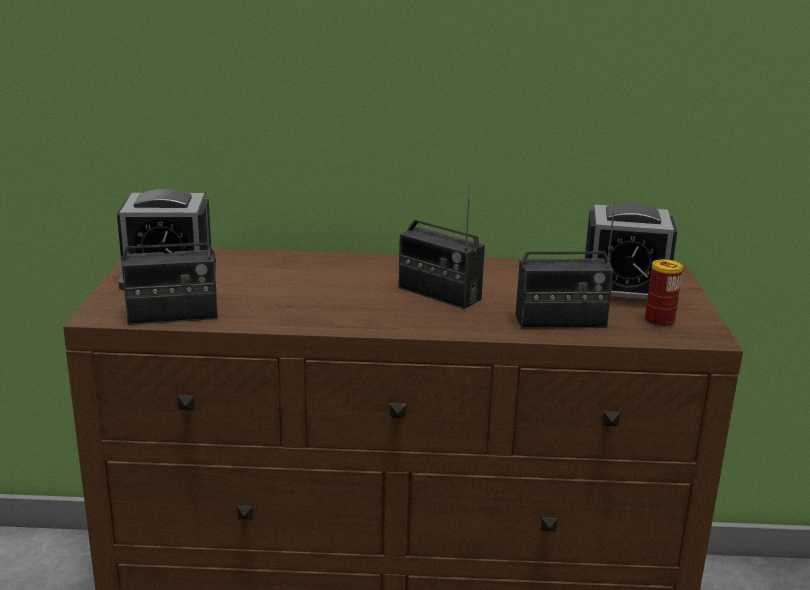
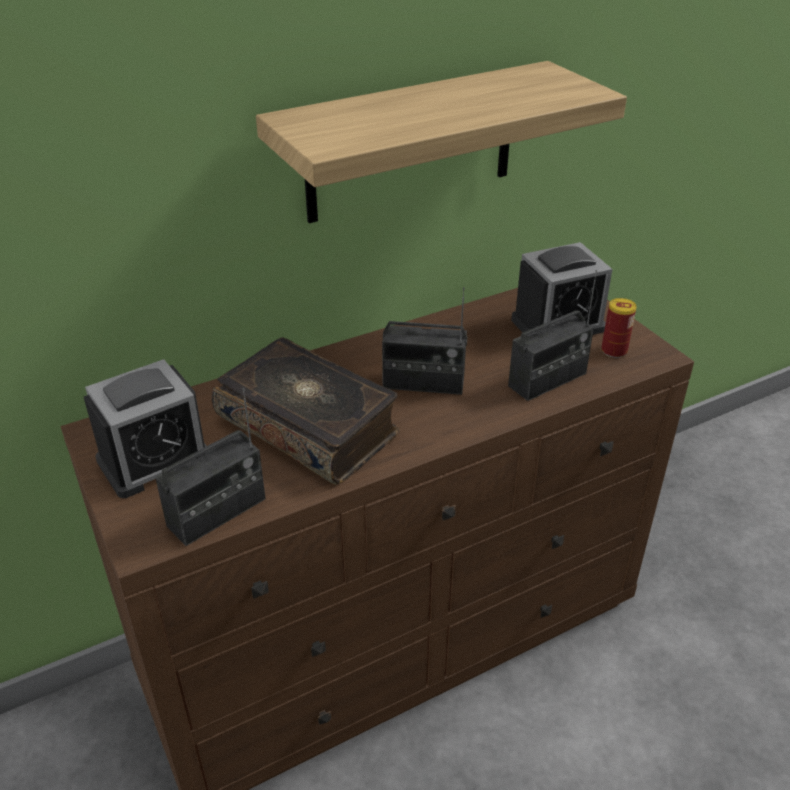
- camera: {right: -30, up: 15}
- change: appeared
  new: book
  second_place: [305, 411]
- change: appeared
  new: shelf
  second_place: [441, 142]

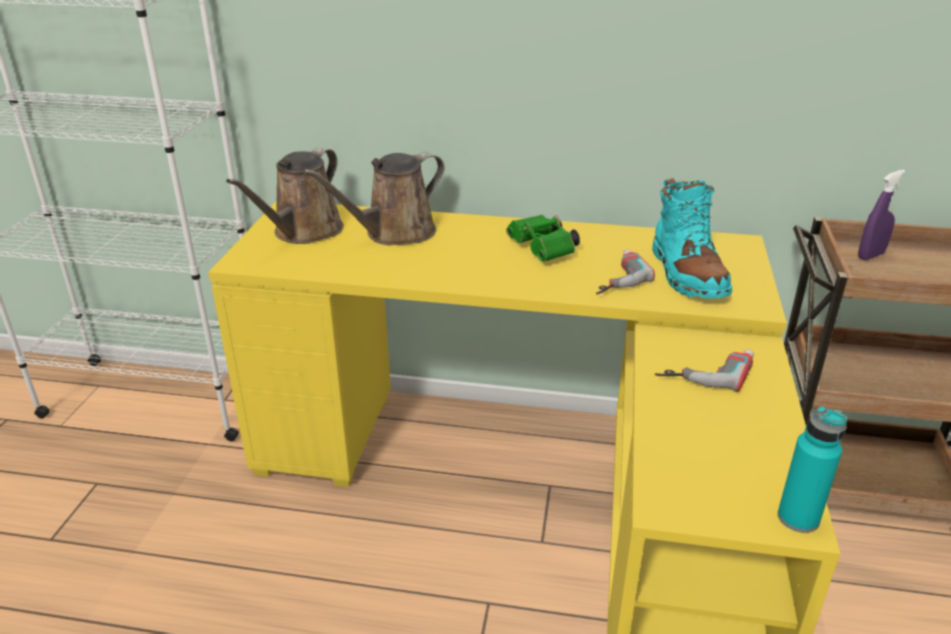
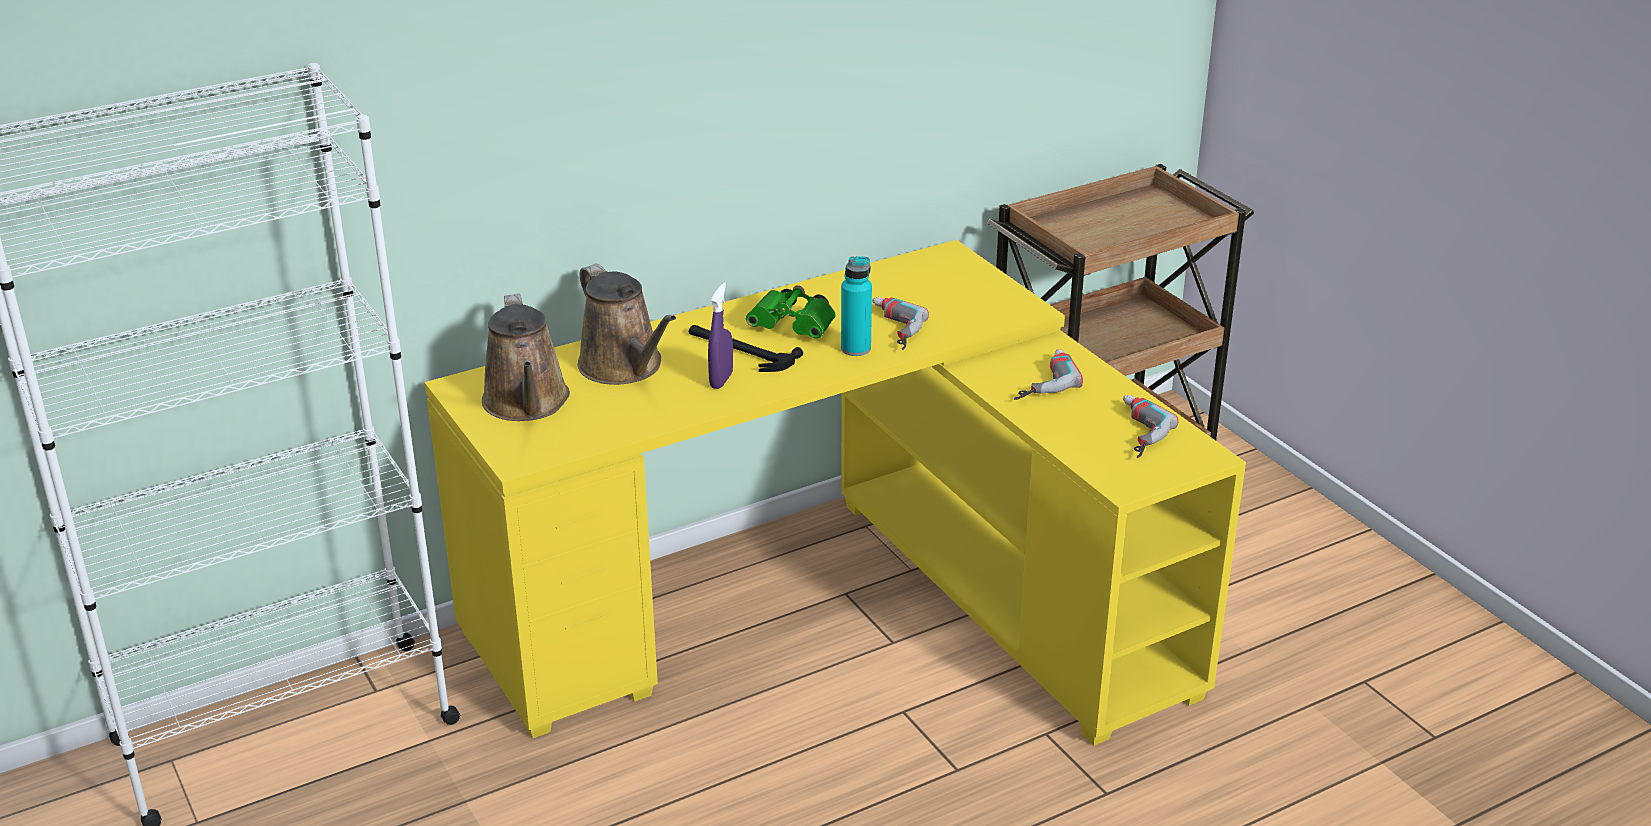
- camera: {right: -40, up: 0}
- change: spun
  old: watering can/brown
  first_place: [373, 199]
  second_place: [627, 324]
  degrees: -45
- change: appeared
  new: hammer
  second_place: [746, 348]
- change: relocated
  old: spray bottle/purple
  first_place: [881, 215]
  second_place: [720, 336]
- change: relocated
  old: bottle/turquoise
  first_place: [813, 469]
  second_place: [856, 306]
- change: appeared
  new: power drill
  second_place: [1150, 426]
- change: missing
  old: boot/turquoise
  first_place: [692, 238]

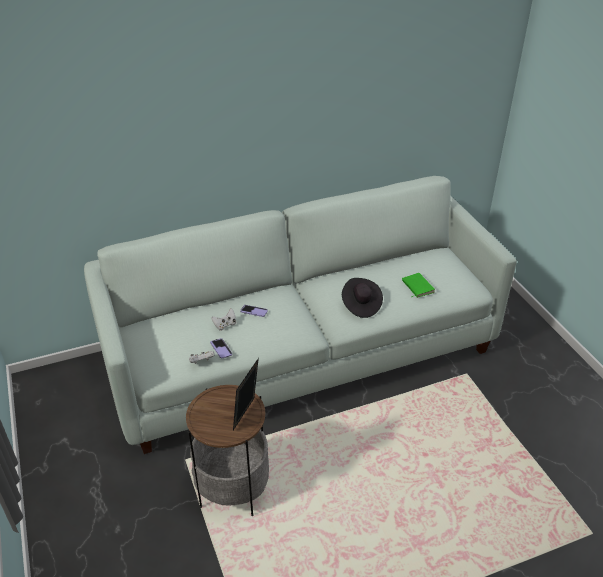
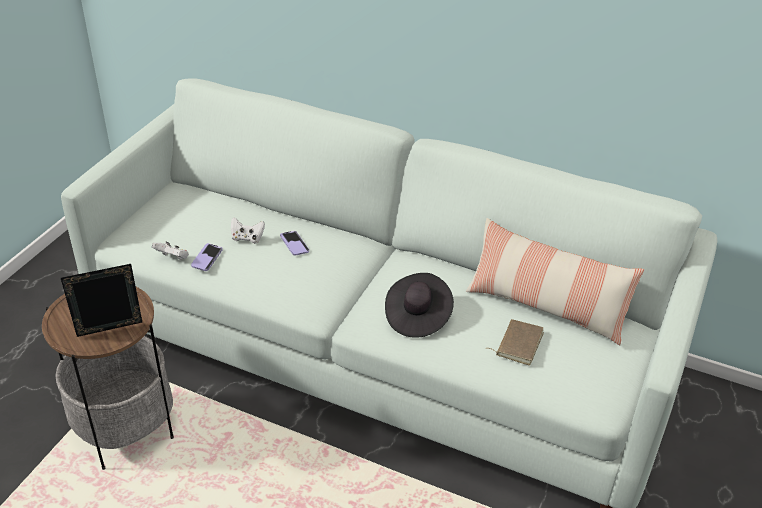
- camera: {right: 45, up: 0}
- change: appeared
  new: pillow
  second_place: [555, 282]
- change: colour
  old: book/green
  new: book/brown
  first_place: [418, 285]
  second_place: [516, 342]

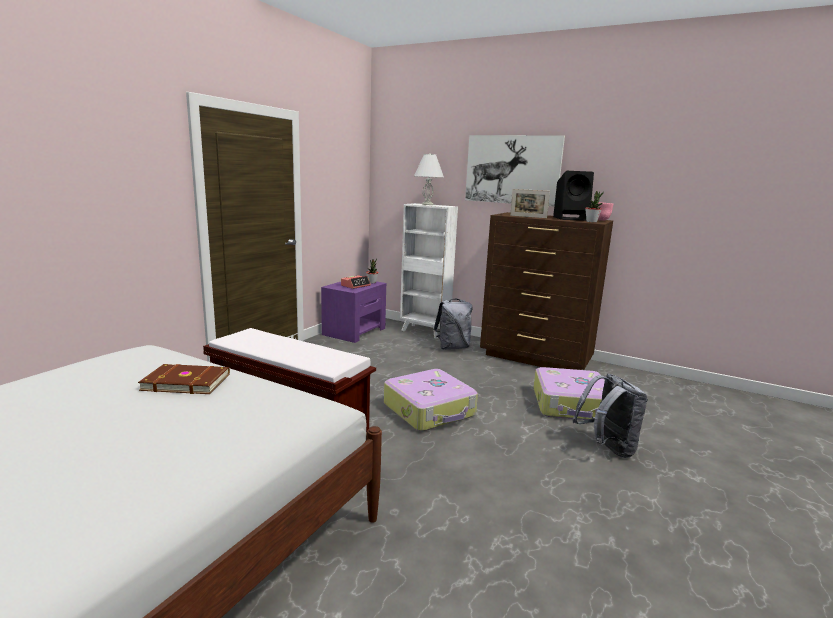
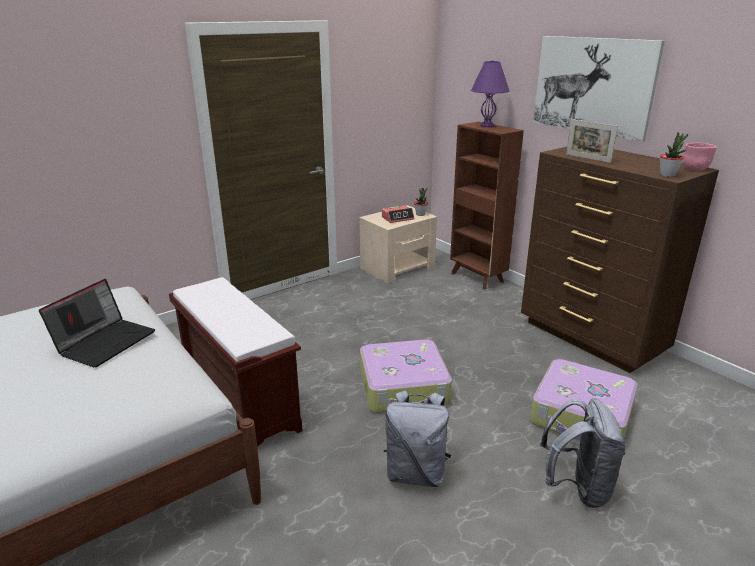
- camera: {right: 25, up: 10}
- change: exchanged
  old: book/brown
  new: laptop
  first_place: [184, 379]
  second_place: [97, 323]
- change: colour
  old: nightstand/purple
  new: nightstand/beige
  first_place: [353, 312]
  second_place: [398, 244]
- change: relocated
  old: backpack/grey
  first_place: [452, 324]
  second_place: [417, 438]
- change: colour
  old: bookcase/white
  new: bookcase/brown
  first_place: [429, 270]
  second_place: [487, 206]
- change: colour
  old: table lamp/white
  new: table lamp/purple
  first_place: [429, 179]
  second_place: [490, 93]
- change: missing
  old: speaker/black
  first_place: [573, 196]

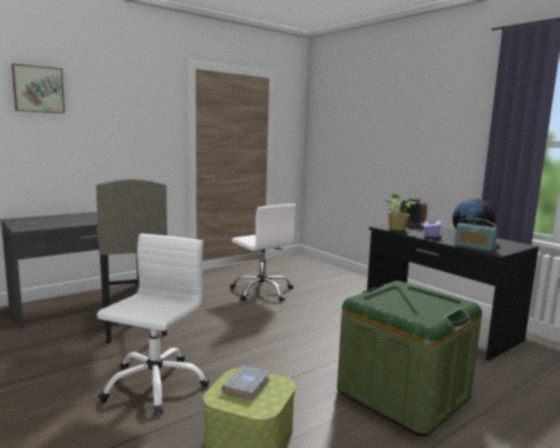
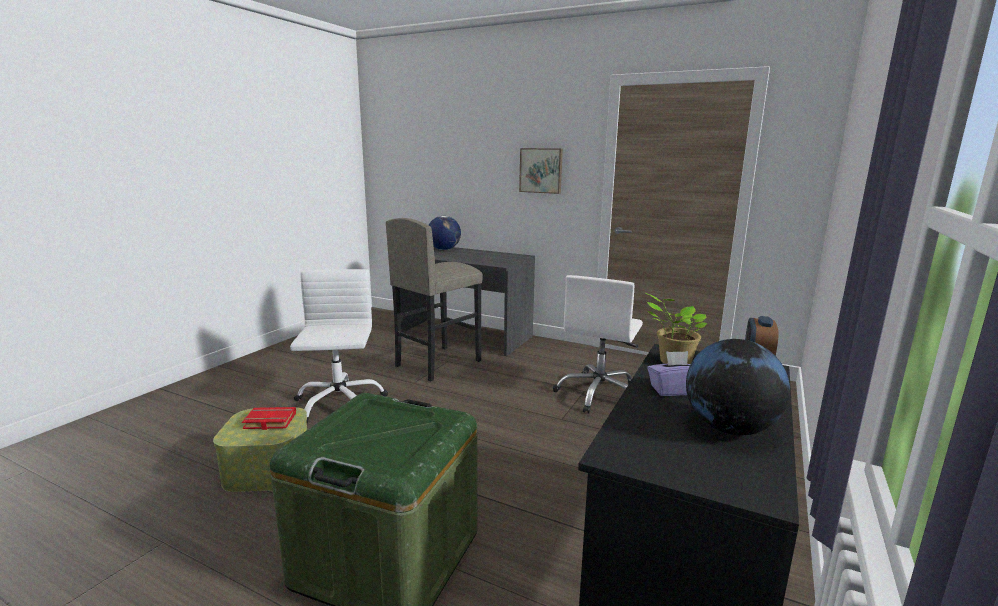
- camera: {right: 65, up: 5}
- change: colour
  old: book/grey
  new: book/red
  first_place: [245, 383]
  second_place: [269, 418]
- change: spun
  old: office chair/white
  first_place: [153, 324]
  second_place: [339, 346]
  degrees: -90
- change: appeared
  new: globe
  second_place: [445, 233]
- change: relocated
  old: picture
  first_place: [38, 88]
  second_place: [541, 171]
- change: missing
  old: radio
  first_place: [475, 234]

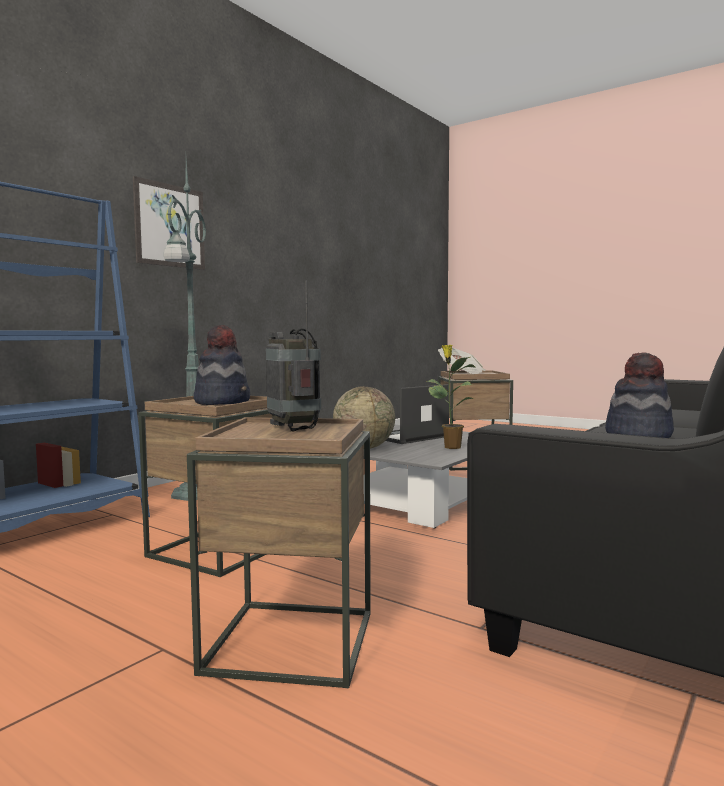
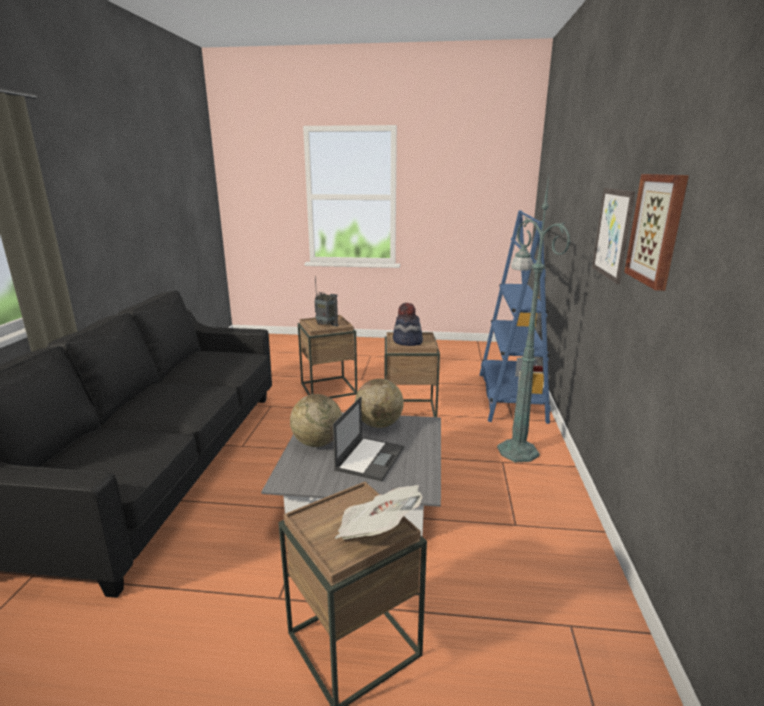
- camera: {right: 150, up: 15}
- change: exchanged
  old: potted plant
  new: globe
  first_place: [451, 397]
  second_place: [316, 420]
- change: appeared
  new: picture
  second_place: [656, 232]
- change: missing
  old: hat
  first_place: [639, 395]

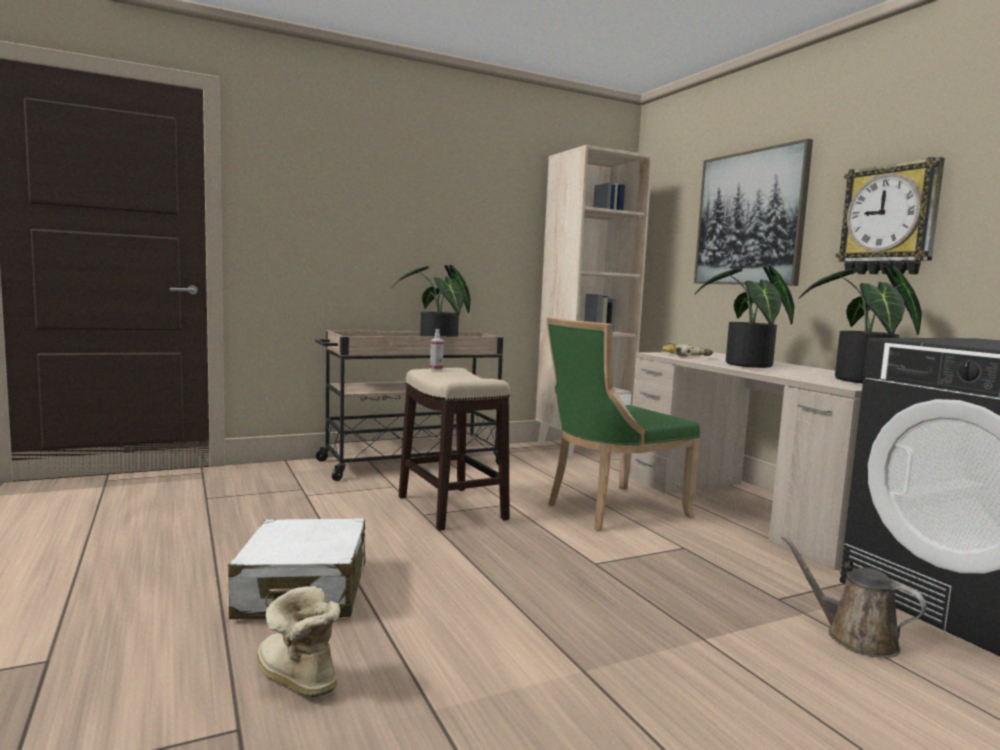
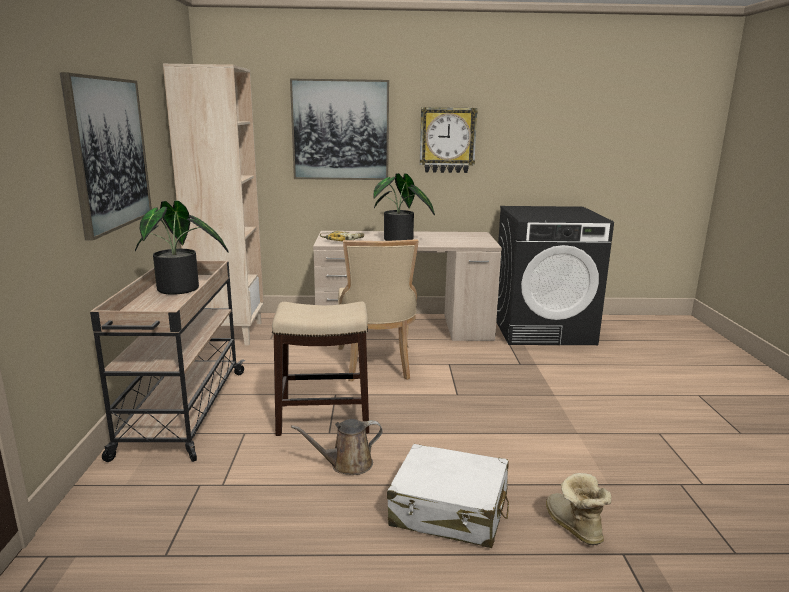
- camera: {right: -65, up: 10}
- change: appeared
  new: picture
  second_place: [106, 156]
- change: relocated
  old: watering can/brown
  first_place: [854, 596]
  second_place: [337, 447]
- change: colour
  old: chair/green
  new: chair/beige
  first_place: [623, 424]
  second_place: [378, 310]
- change: spun
  old: boot
  first_place: [298, 641]
  second_place: [578, 509]
  degrees: 90
- change: missing
  old: spray bottle
  first_place: [437, 349]
- change: missing
  old: potted plant
  first_place: [860, 324]

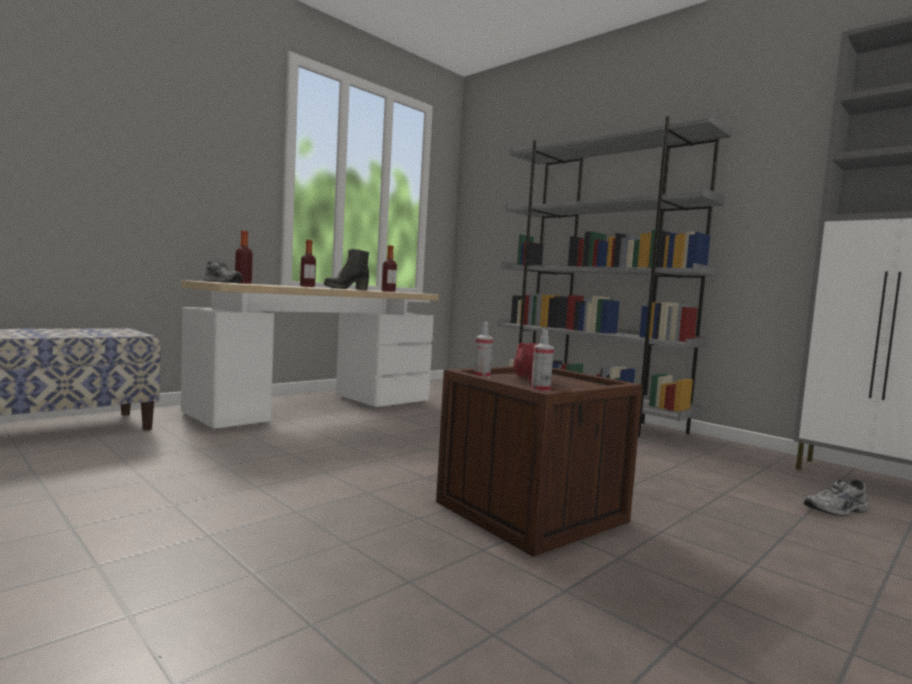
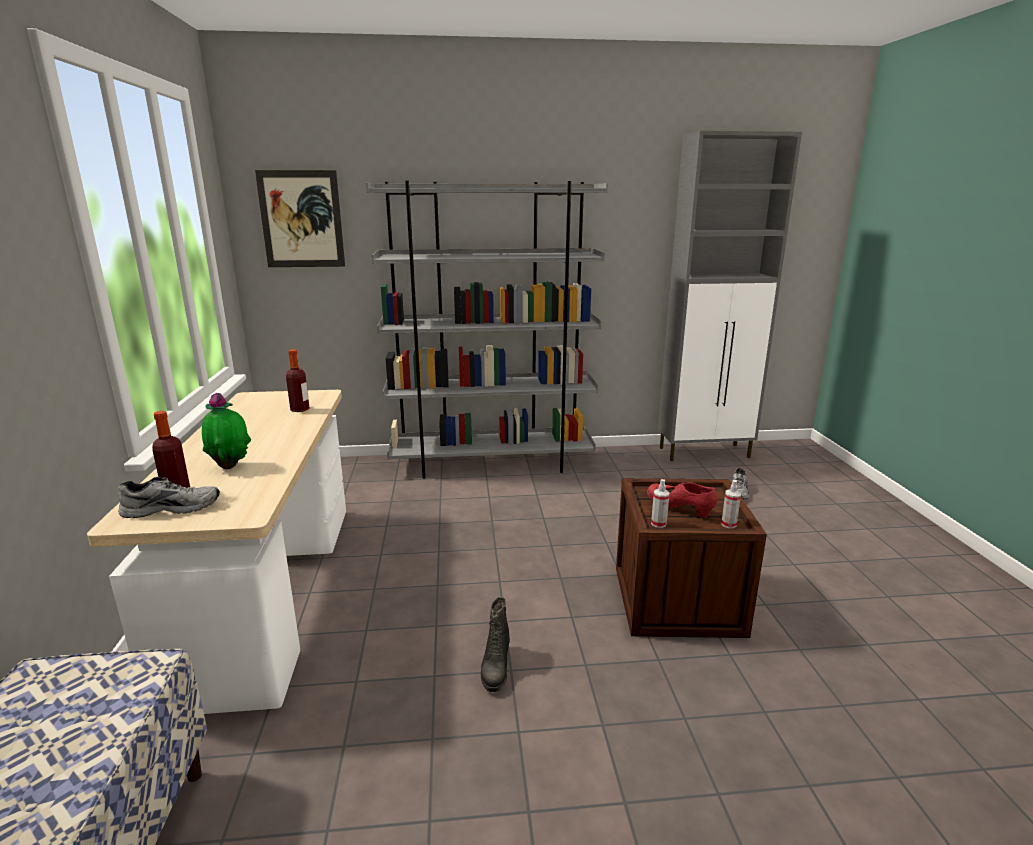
- camera: {right: -50, up: 15}
- change: appeared
  new: potted plant
  second_place: [226, 431]
- change: appeared
  new: picture
  second_place: [300, 218]
- change: relocated
  old: boot/black
  first_place: [346, 269]
  second_place: [495, 644]
- change: missing
  old: bottle
  first_place: [308, 263]

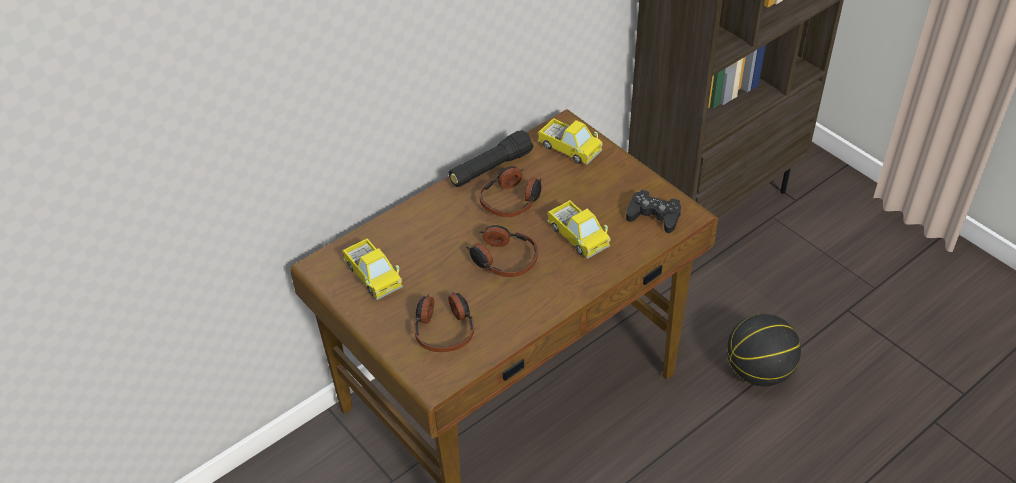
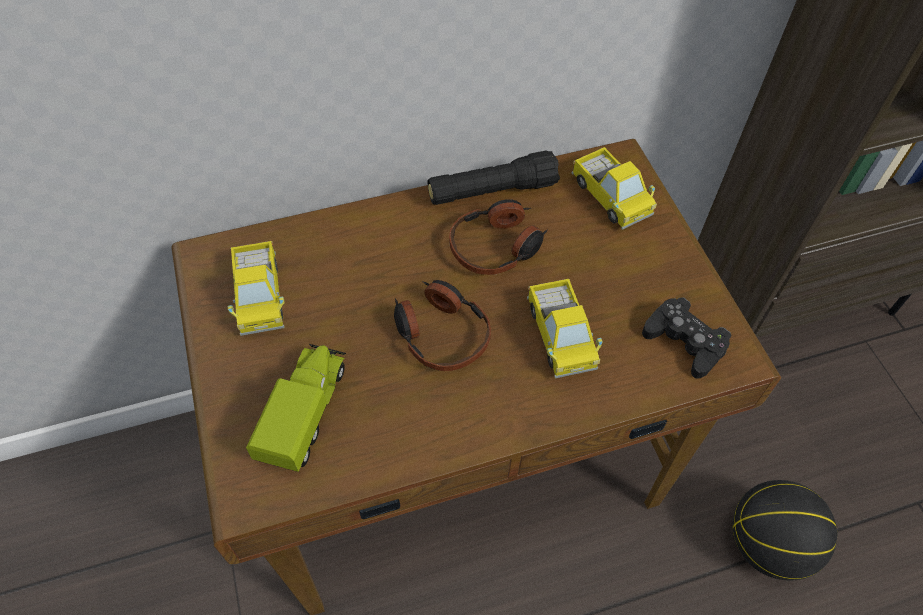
- camera: {right: 20, up: 10}
- change: exchanged
  old: headphones
  new: toy truck
  first_place: [444, 321]
  second_place: [296, 408]

